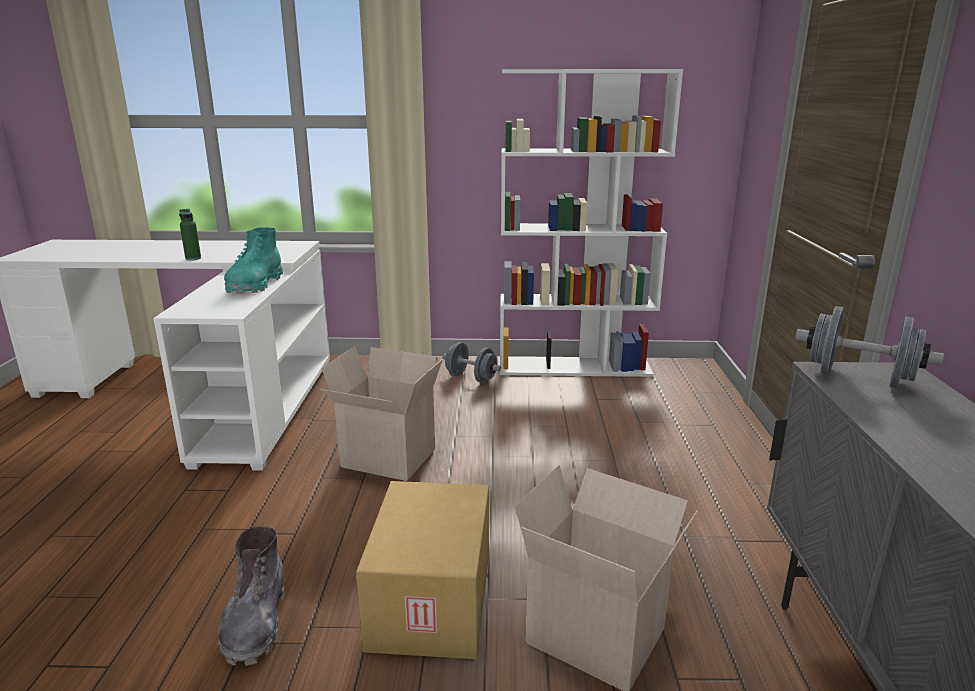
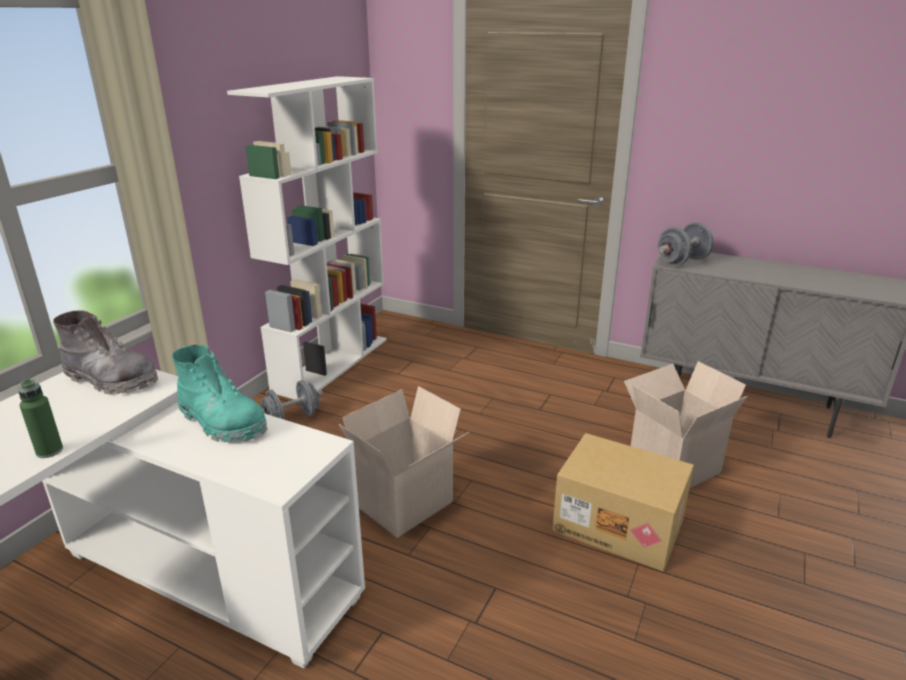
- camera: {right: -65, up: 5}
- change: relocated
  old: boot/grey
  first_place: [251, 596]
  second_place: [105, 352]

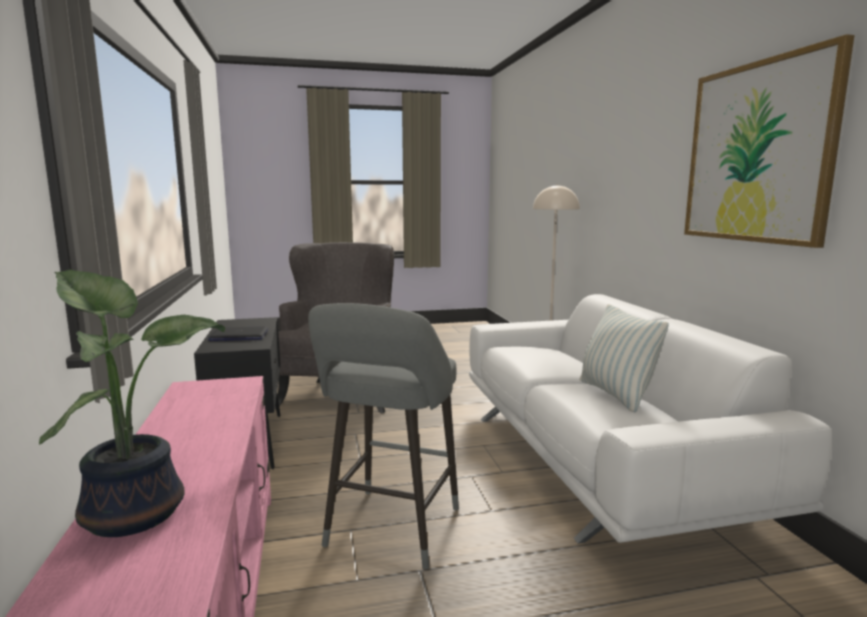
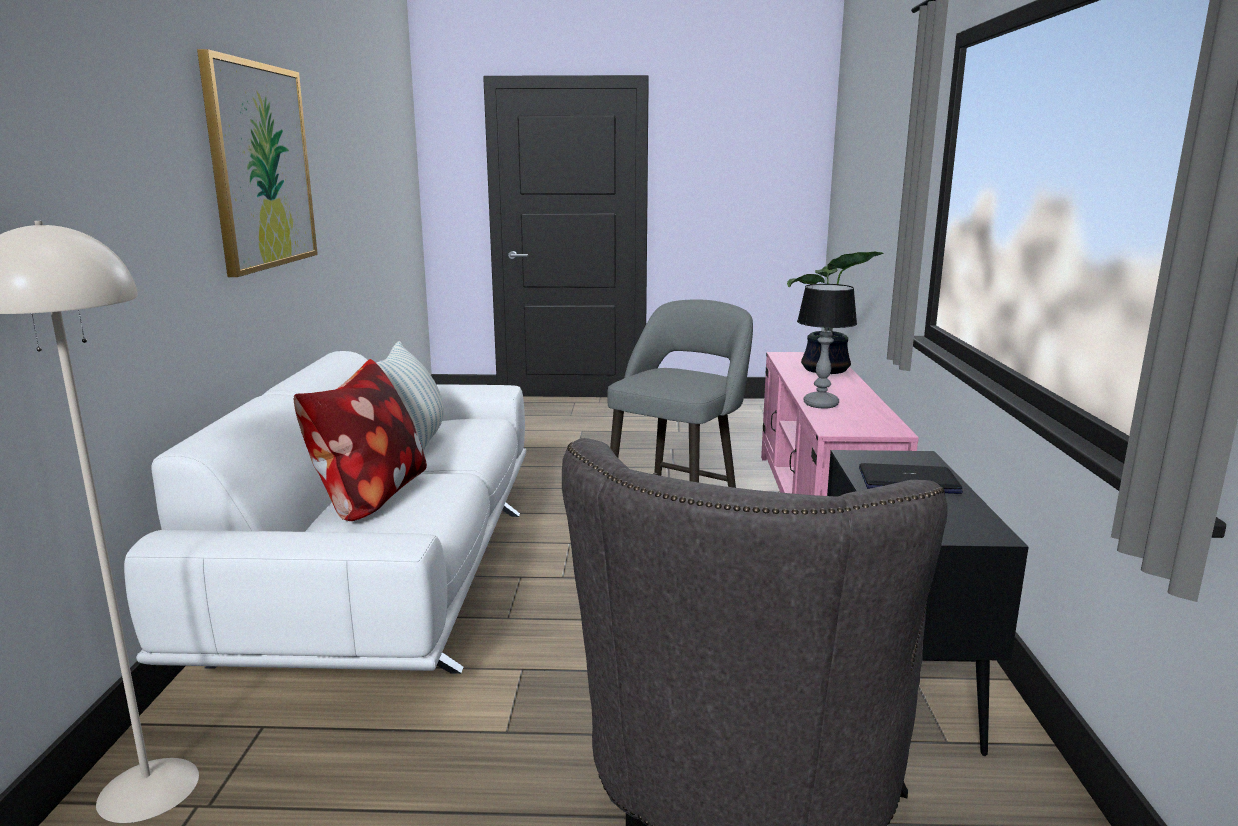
- camera: {right: -165, up: 5}
- change: appeared
  new: pillow
  second_place: [360, 440]
- change: appeared
  new: table lamp
  second_place: [827, 346]

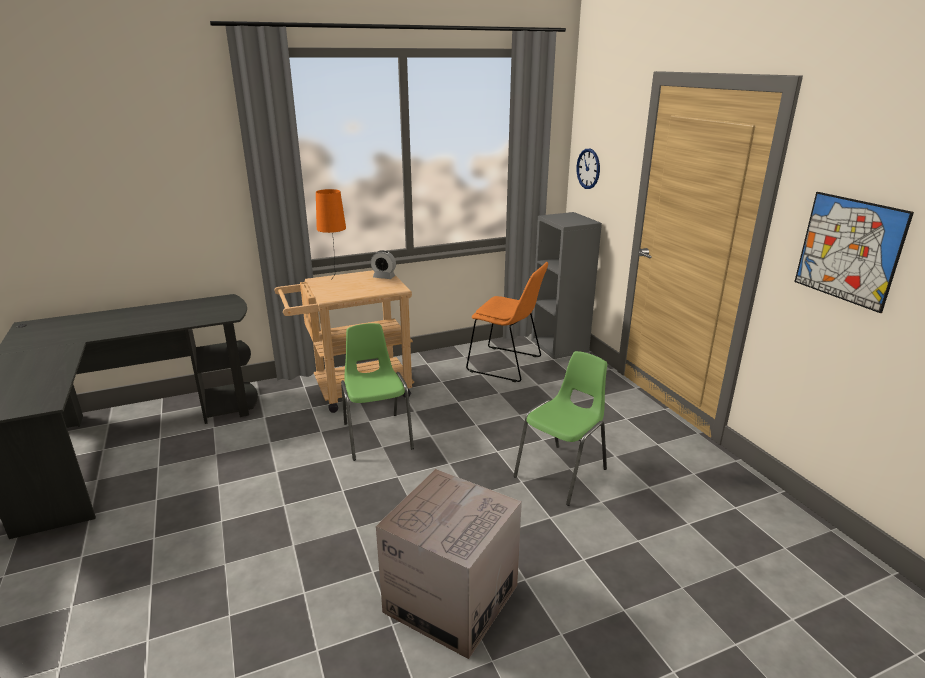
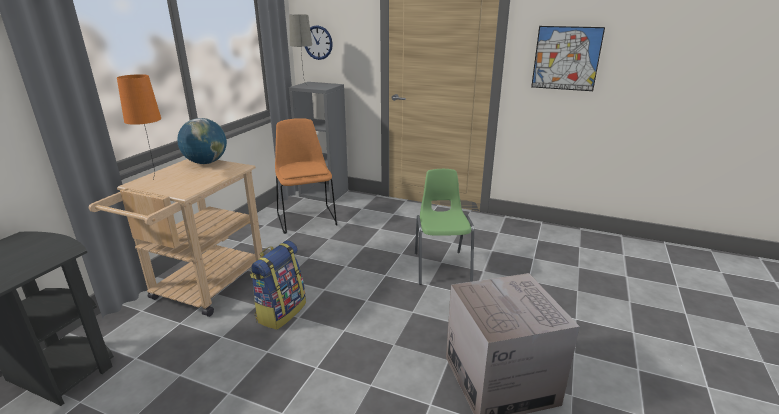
- camera: {right: -45, up: 0}
- change: exchanged
  old: alarm clock
  new: globe
  first_place: [383, 264]
  second_place: [202, 141]
- change: exchanged
  old: chair/green
  new: backpack
  first_place: [377, 392]
  second_place: [278, 285]
- change: spun
  old: chair/orange
  first_place: [507, 322]
  second_place: [306, 176]
  degrees: -90
- change: appeared
  new: table lamp/beige
  second_place: [300, 50]

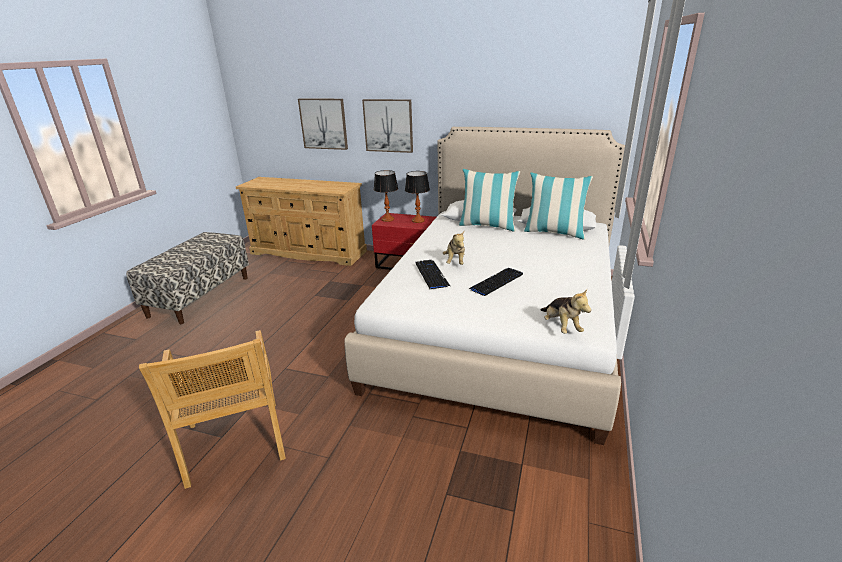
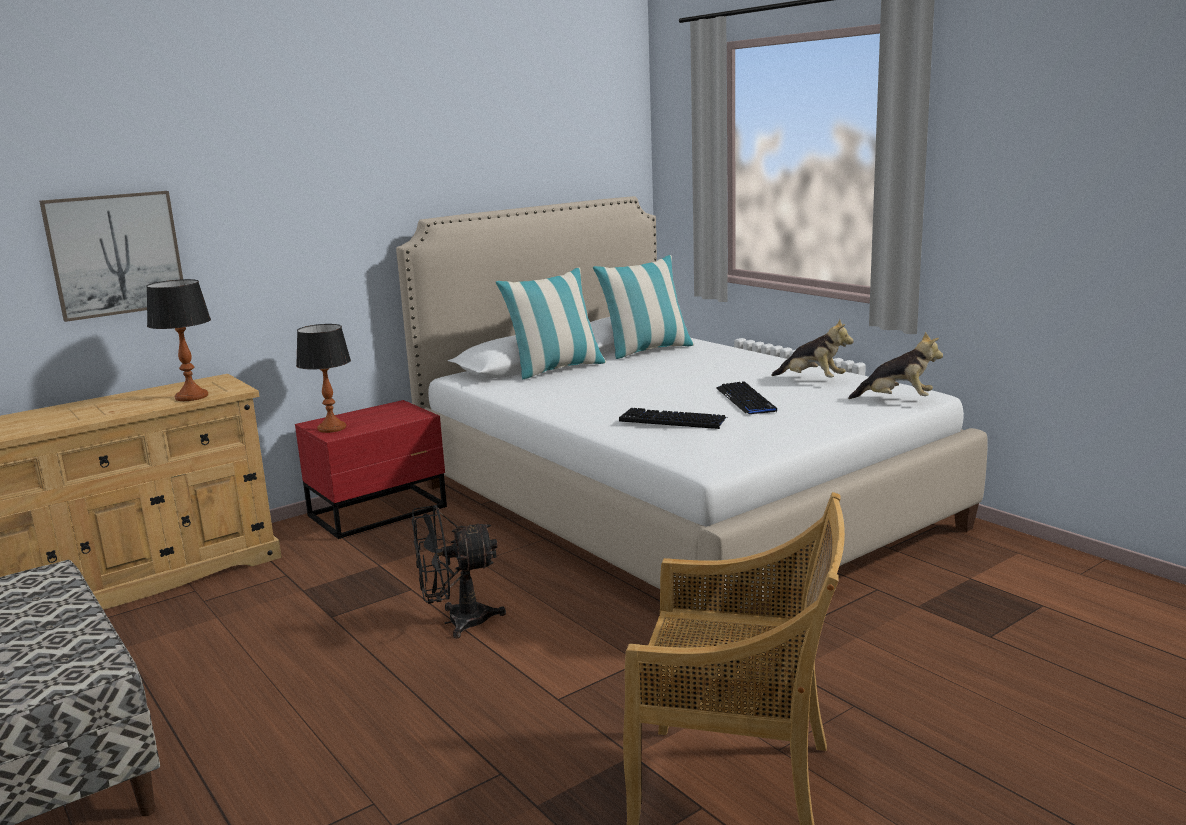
- camera: {right: -55, up: -10}
- change: relocated
  old: table lamp
  first_place: [417, 197]
  second_place: [178, 340]
- change: appeared
  new: fan/black
  second_place: [459, 572]
- change: relocated
  old: plush toy
  first_place: [454, 247]
  second_place: [812, 348]
- change: missing
  old: picture
  first_place: [387, 126]

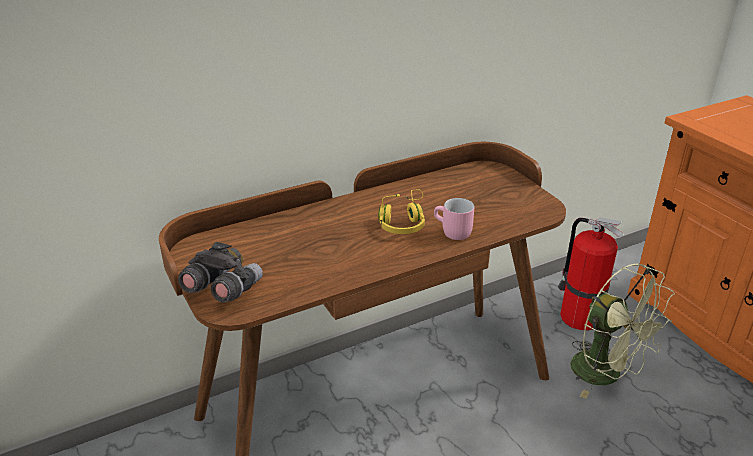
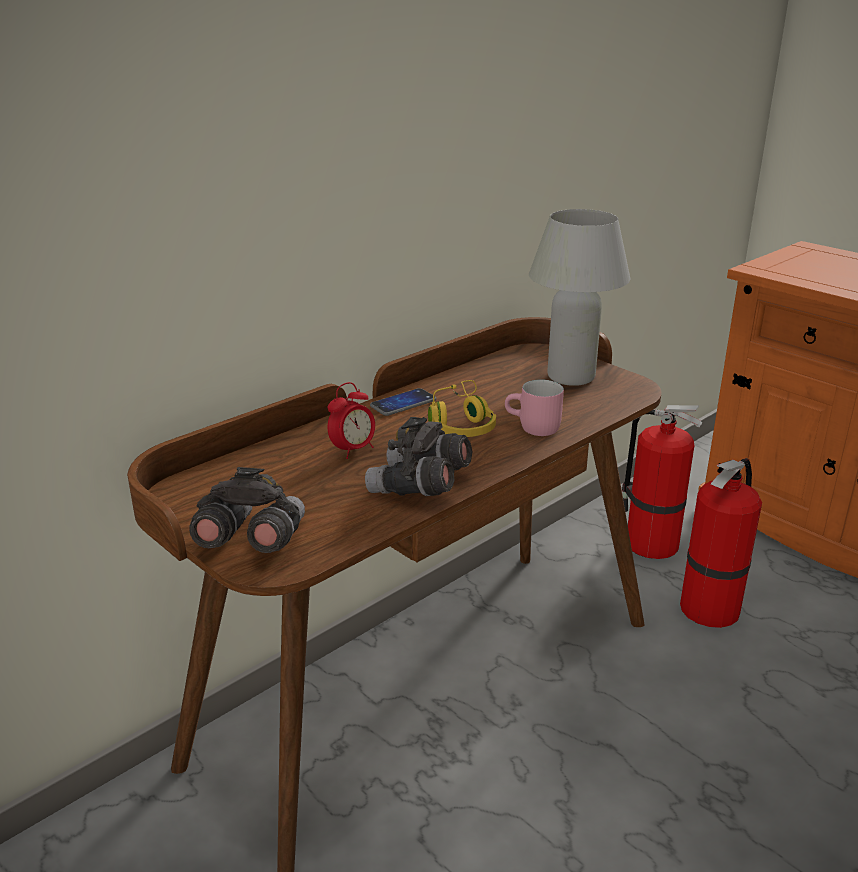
- camera: {right: -15, up: -5}
- change: appeared
  new: alarm clock
  second_place: [351, 420]
- change: appeared
  new: binoculars/grey
  second_place: [419, 456]
- change: appeared
  new: phone
  second_place: [403, 402]
- change: appeared
  new: table lamp/white
  second_place: [579, 297]
- change: exchanged
  old: fan/green
  new: fire extinguisher
  first_place: [623, 331]
  second_place: [721, 543]

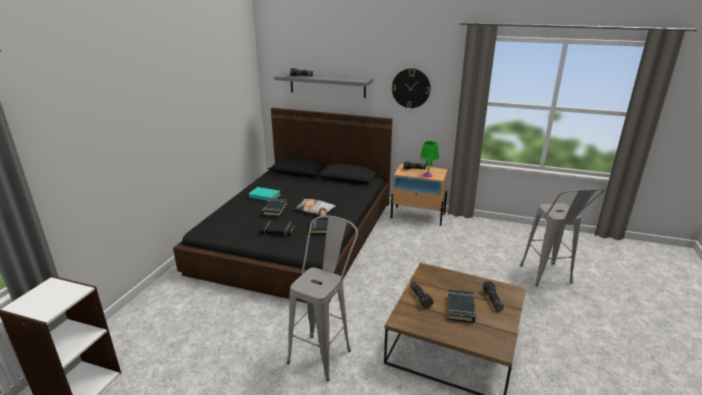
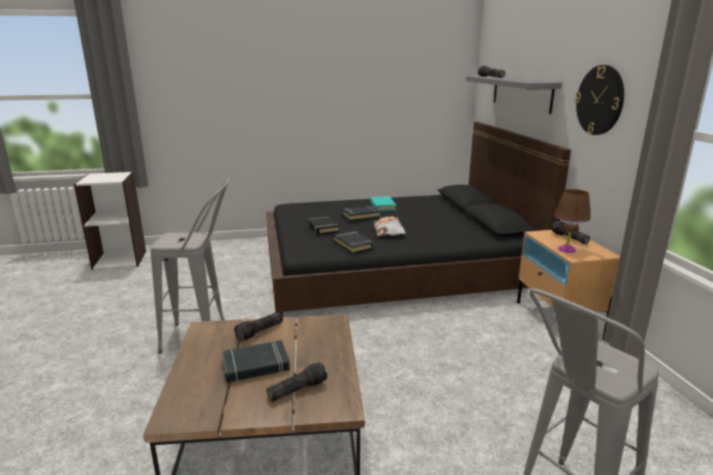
- camera: {right: 60, up: -5}
- change: colour
  old: table lamp/green
  new: table lamp/brown
  first_place: [429, 159]
  second_place: [573, 221]

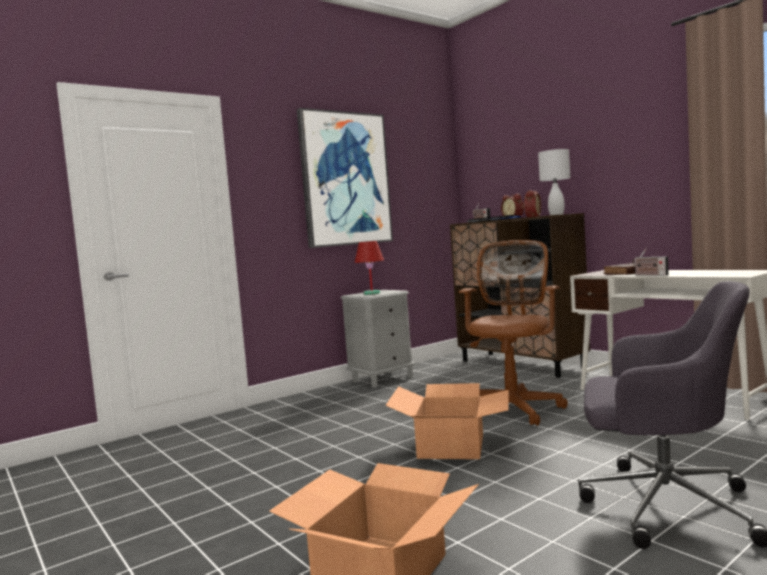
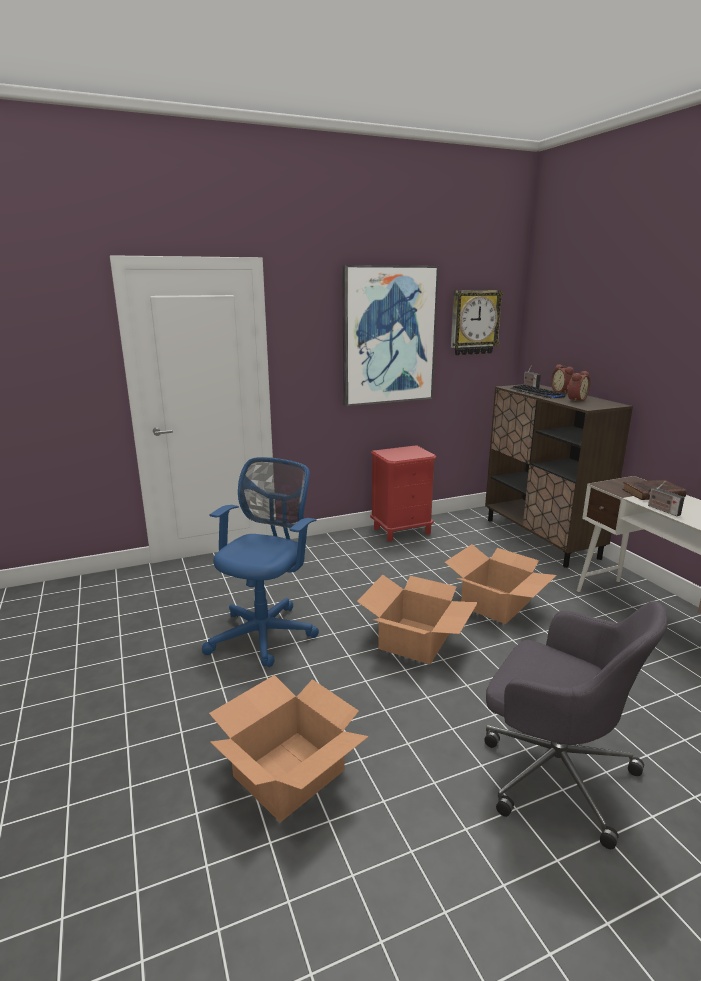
- camera: {right: 15, up: 15}
- change: appeared
  new: office chair/blue
  second_place: [260, 562]
- change: colour
  old: nightstand/grey
  new: nightstand/red
  first_place: [378, 339]
  second_place: [403, 493]
- change: exchanged
  old: office chair/brown
  new: cardboard box
  first_place: [513, 333]
  second_place: [501, 584]
- change: appeared
  new: wall clock
  second_place: [477, 322]
- change: missing
  old: table lamp/red
  first_place: [369, 268]
- change: missing
  old: table lamp/white
  first_place: [554, 182]

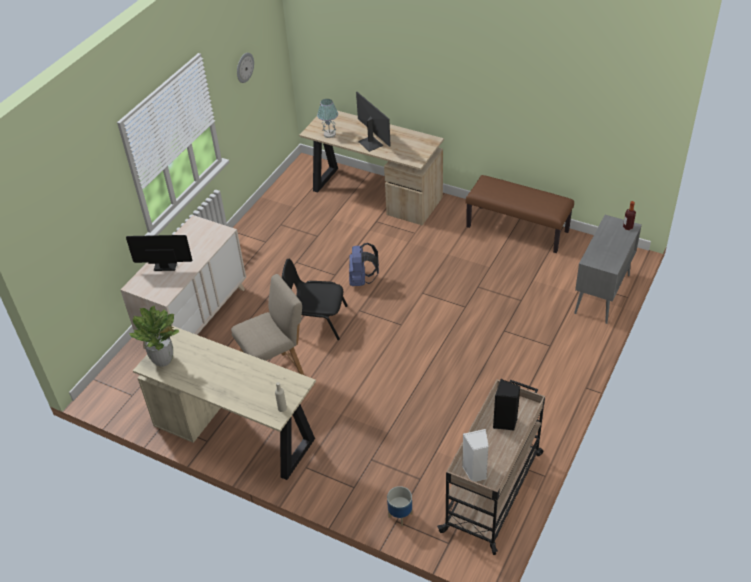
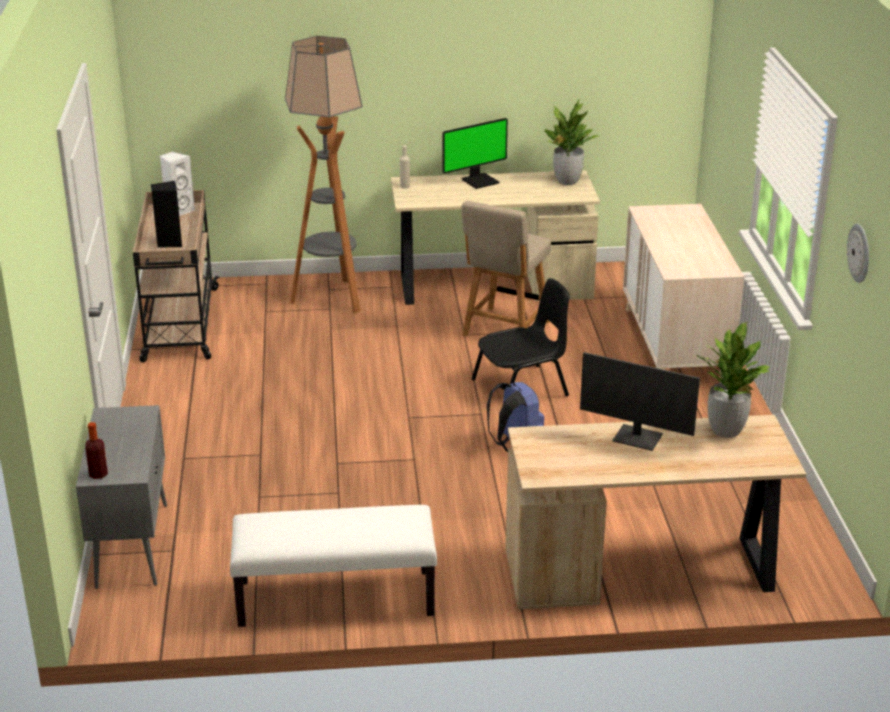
- camera: {right: 145, up: -15}
- change: colour
  old: bench/brown
  new: bench/white
  first_place: [520, 214]
  second_place: [333, 566]
- change: appeared
  new: floor lamp
  second_place: [324, 174]
- change: relocated
  old: monitor
  first_place: [159, 253]
  second_place: [475, 153]
- change: exchanged
  old: table lamp
  new: potted plant
  first_place: [327, 118]
  second_place: [732, 380]
- change: missing
  old: planter
  first_place: [400, 506]

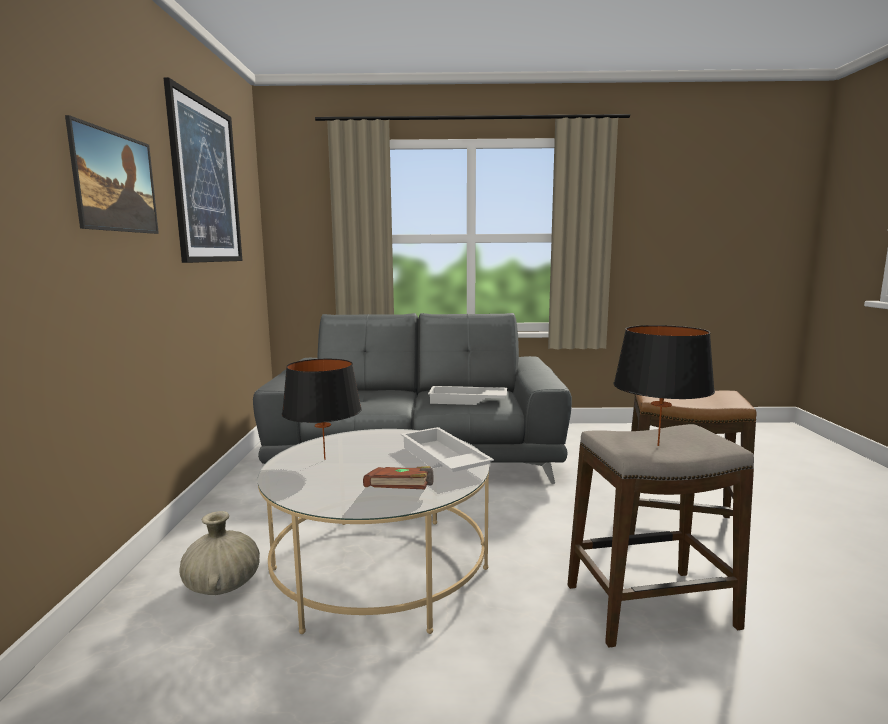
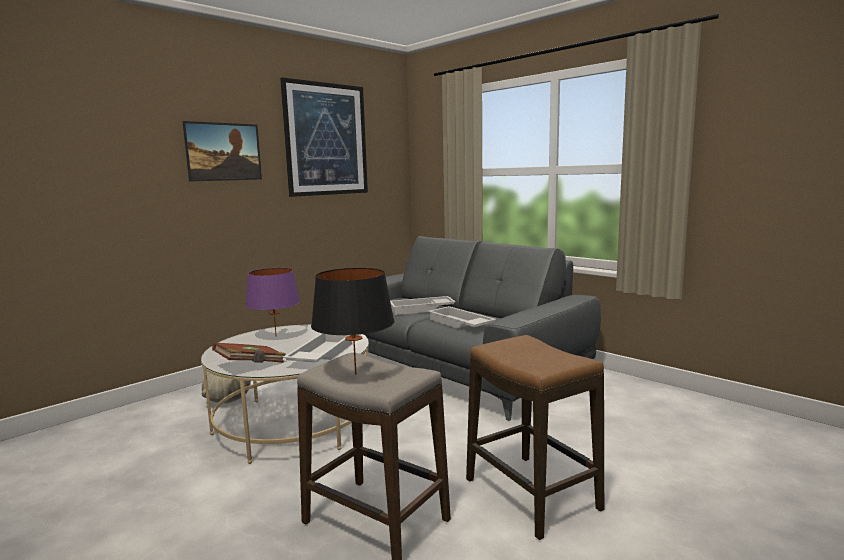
- camera: {right: 45, up: 0}
- change: colour
  old: table lamp/black
  new: table lamp/purple
  first_place: [322, 409]
  second_place: [273, 302]
- change: appeared
  new: tray/white
  second_place: [423, 305]

